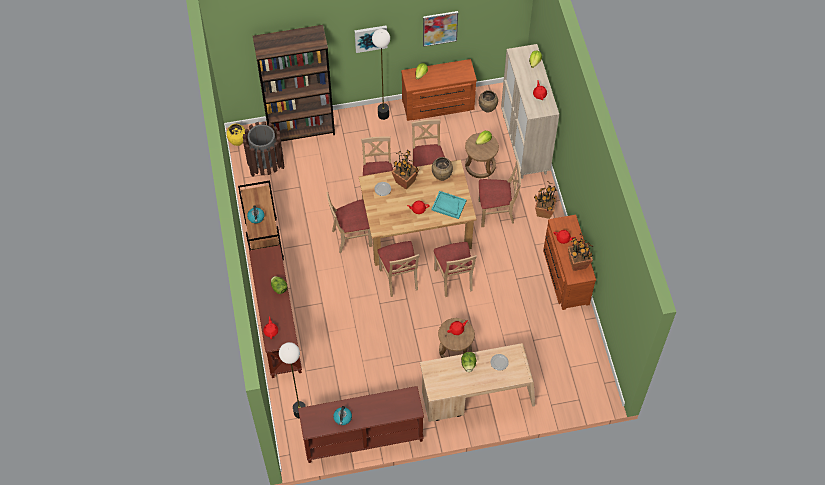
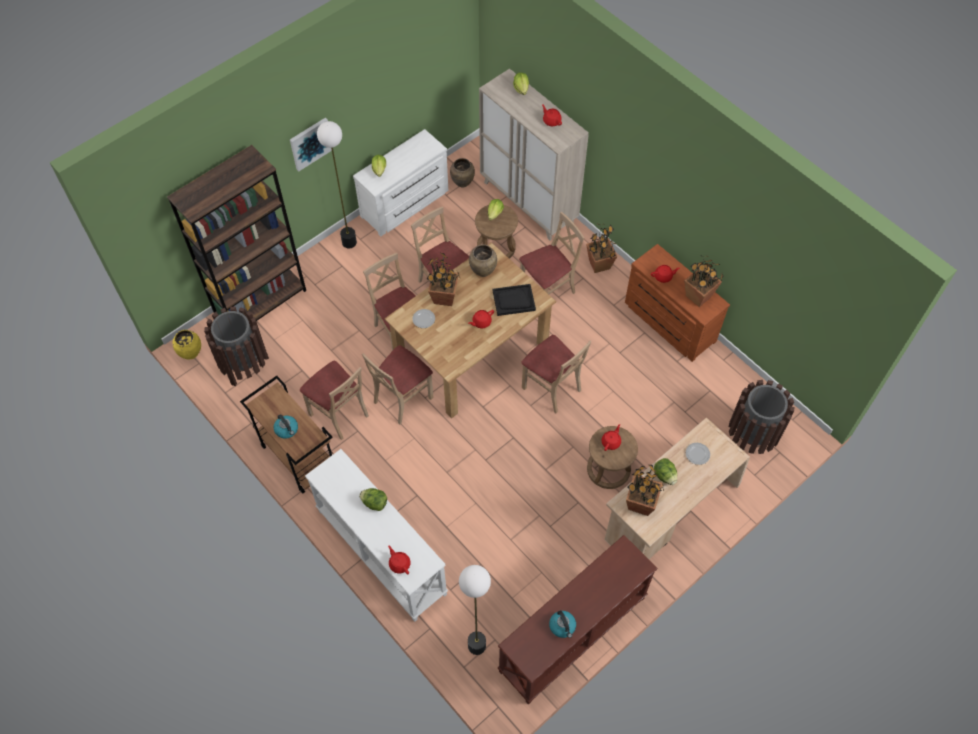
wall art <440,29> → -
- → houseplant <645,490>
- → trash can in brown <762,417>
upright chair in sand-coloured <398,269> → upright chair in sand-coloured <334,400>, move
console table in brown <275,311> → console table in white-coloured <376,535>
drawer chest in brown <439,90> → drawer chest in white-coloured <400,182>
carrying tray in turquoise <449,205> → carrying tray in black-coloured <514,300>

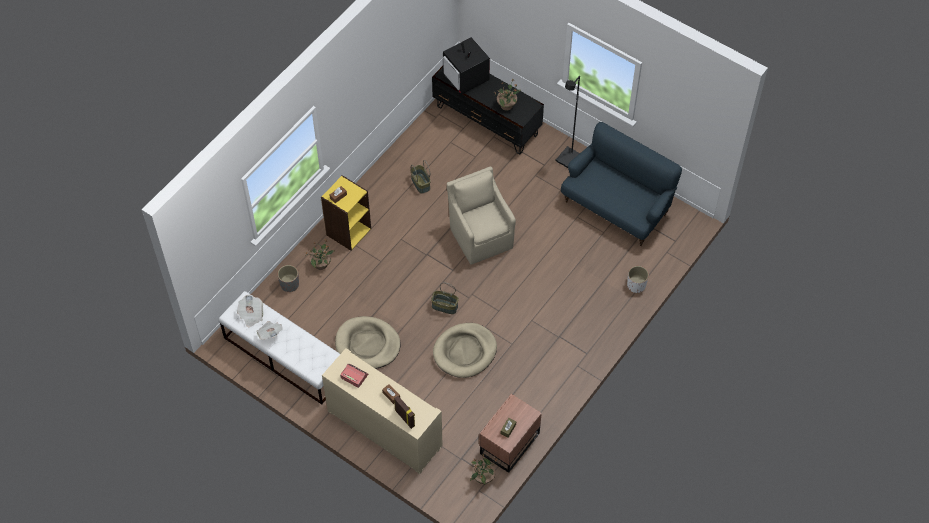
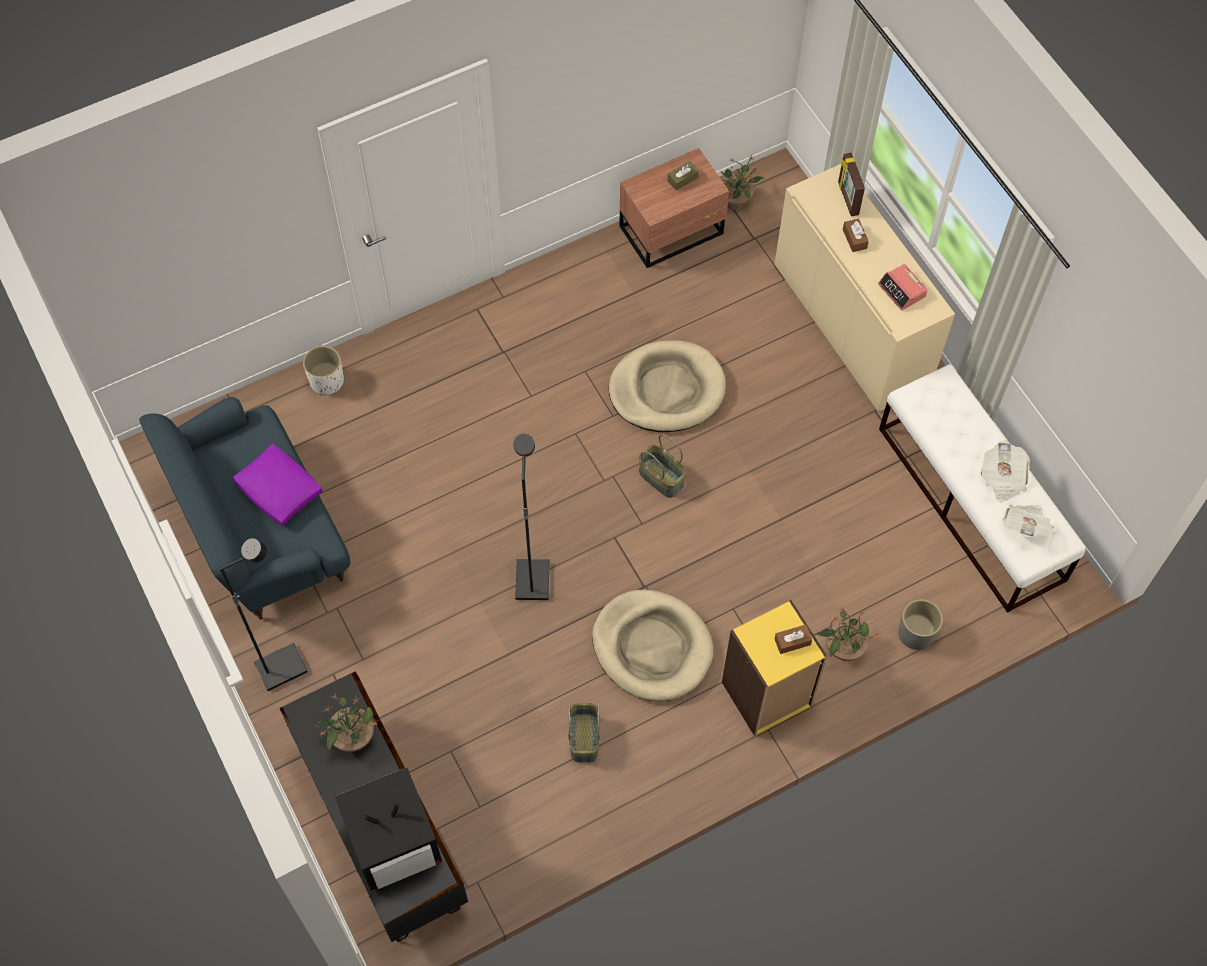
- → pillow in purple <277,485>
dog bed in sand-coloured <368,342> → dog bed in sand-coloured <652,645>, move
easy chair in sand-coloured <481,215> → standard lamp in black-coloured <531,517>
TV set <466,66> → TV set <388,829>, 75 degrees clockwise

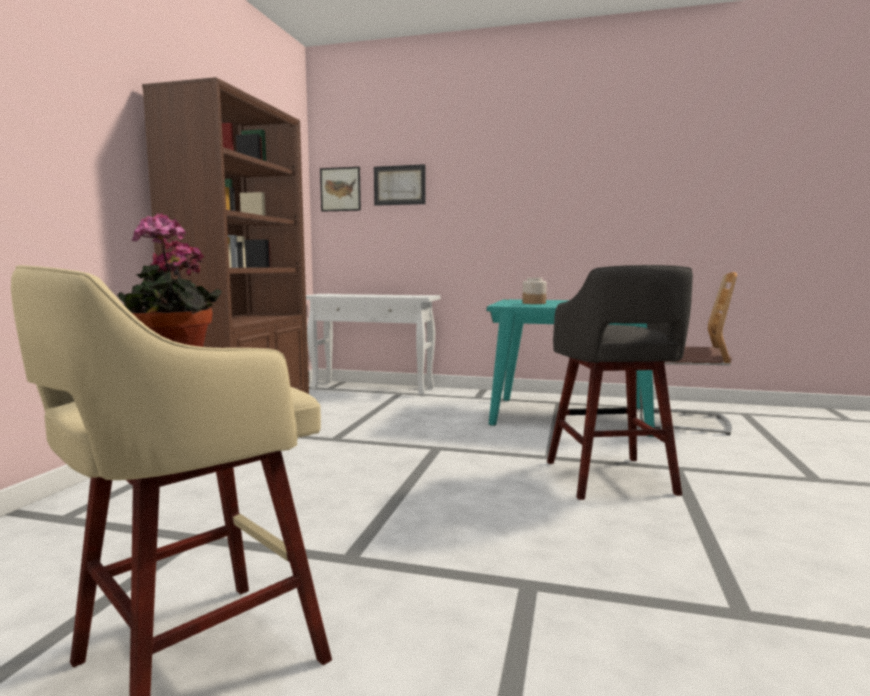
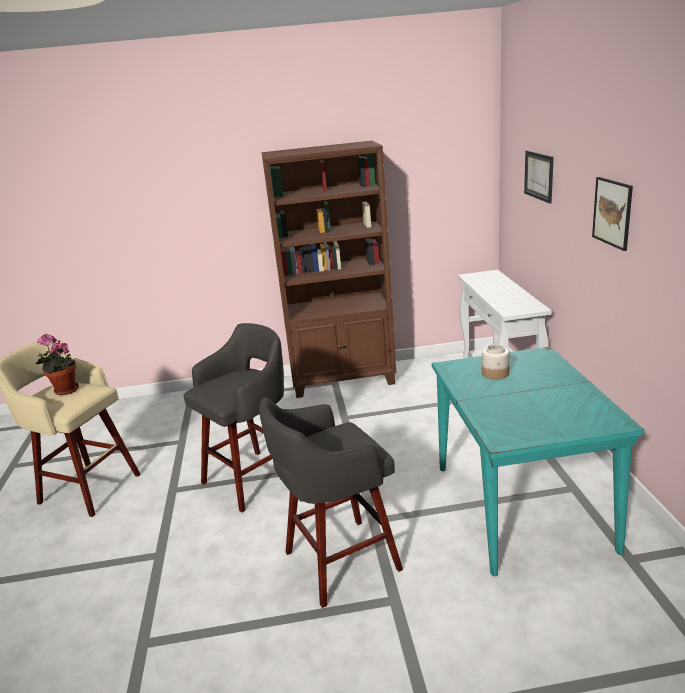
upright chair <688,353> → -
- → stool seat in greyish <233,418>
wall art <340,189> → wall art <612,214>, move

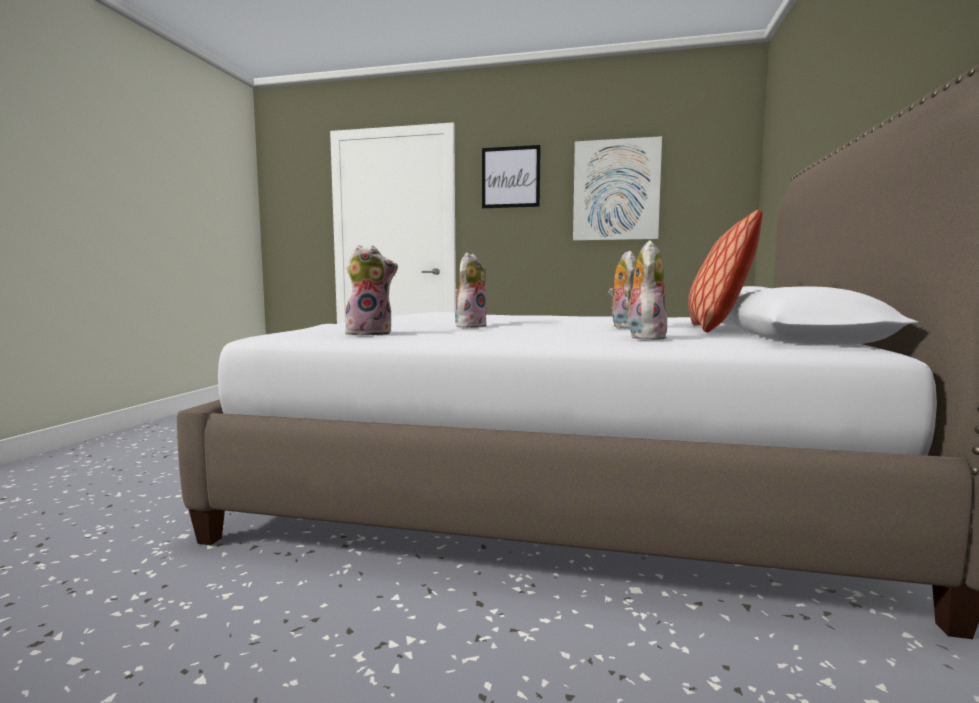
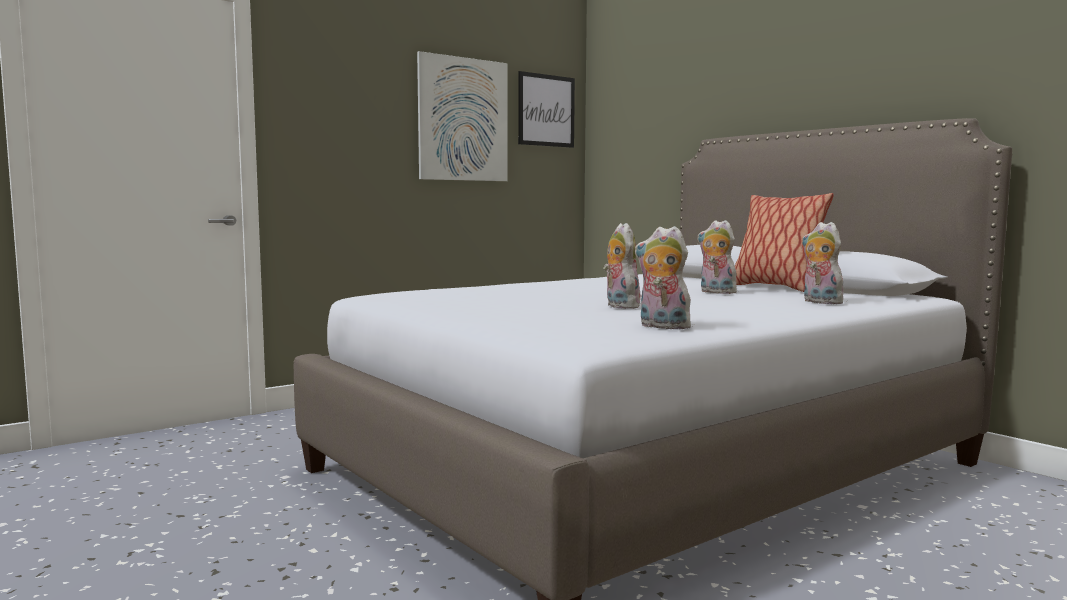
wall art <511,176> → wall art <546,109>, move
plush toy <370,290> → plush toy <665,277>, 90 degrees counterclockwise

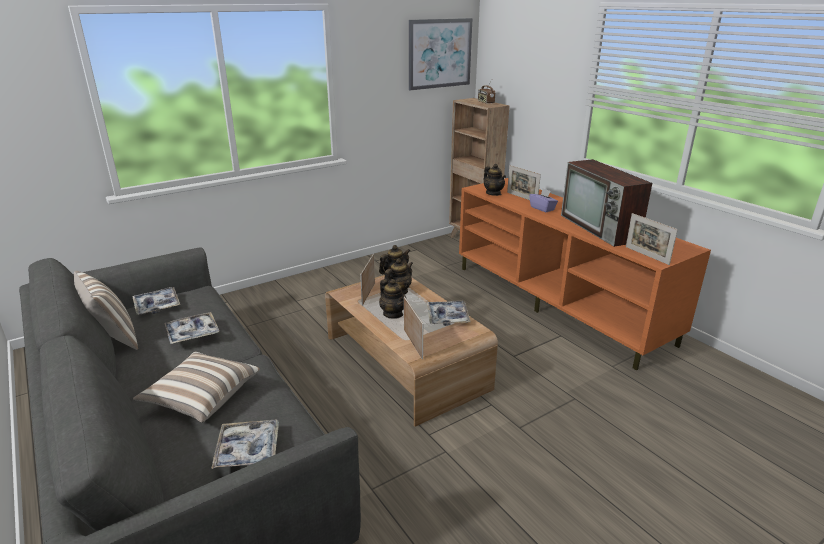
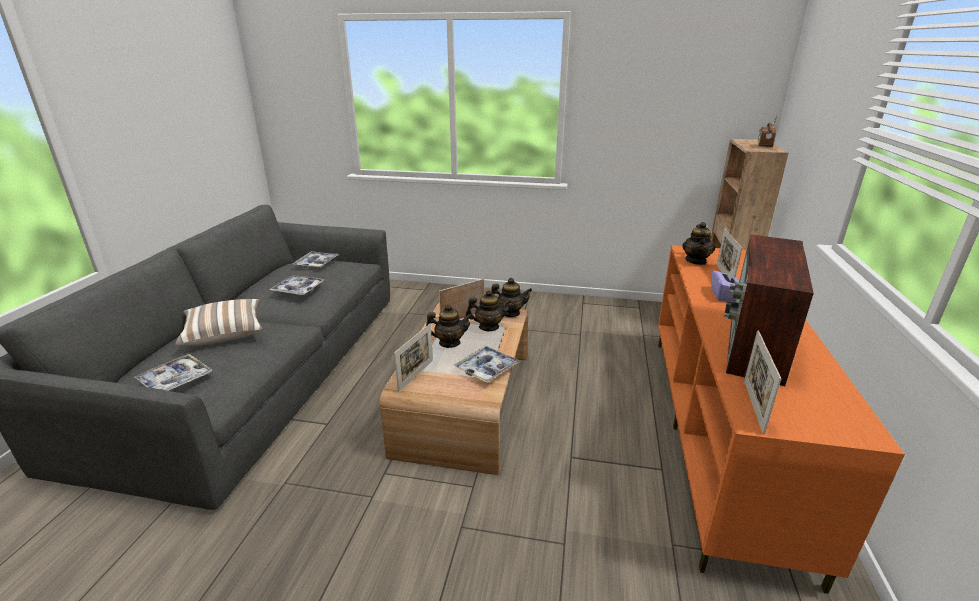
pillow <106,310> → -
wall art <440,54> → -
teapot <392,299> → teapot <449,326>, 105 degrees counterclockwise

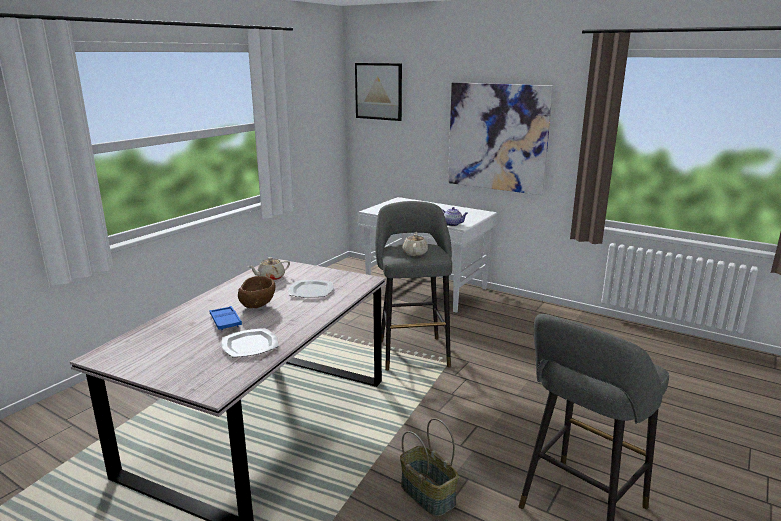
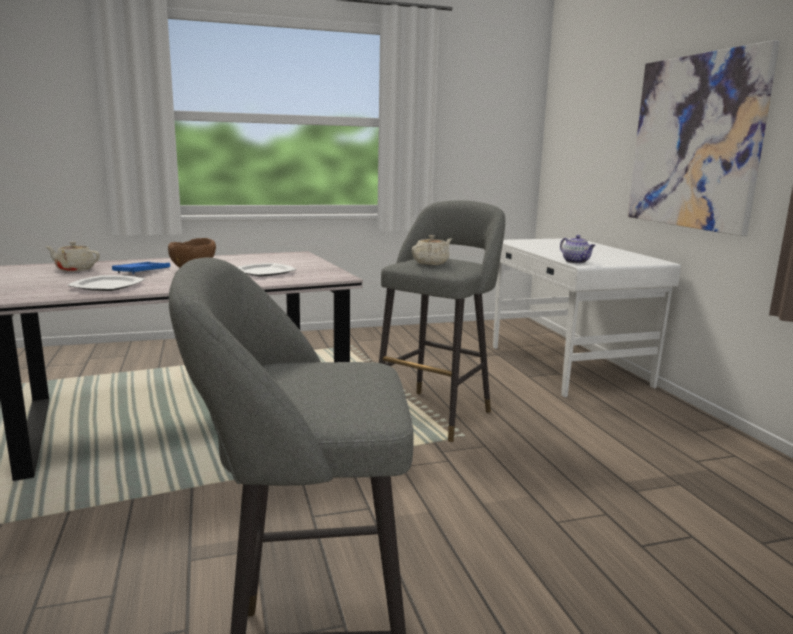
wall art <378,92> → -
basket <429,467> → -
teapot in sand-coloured <269,269> → teapot in sand-coloured <72,257>, move

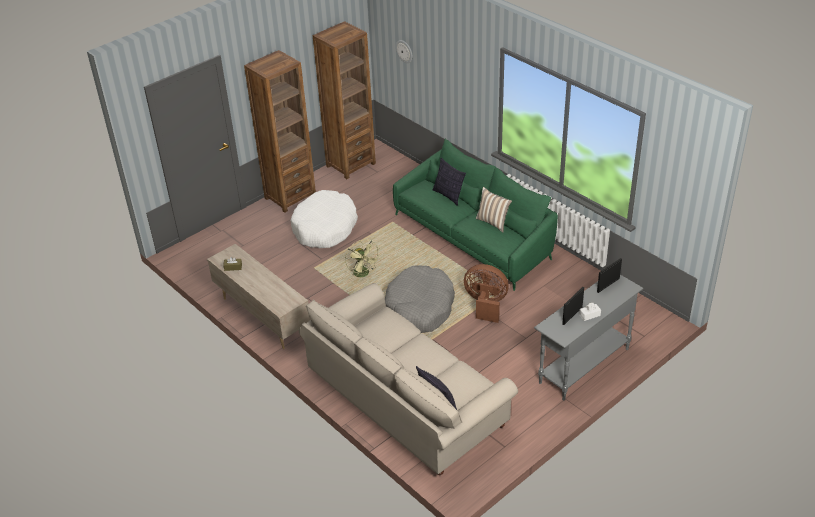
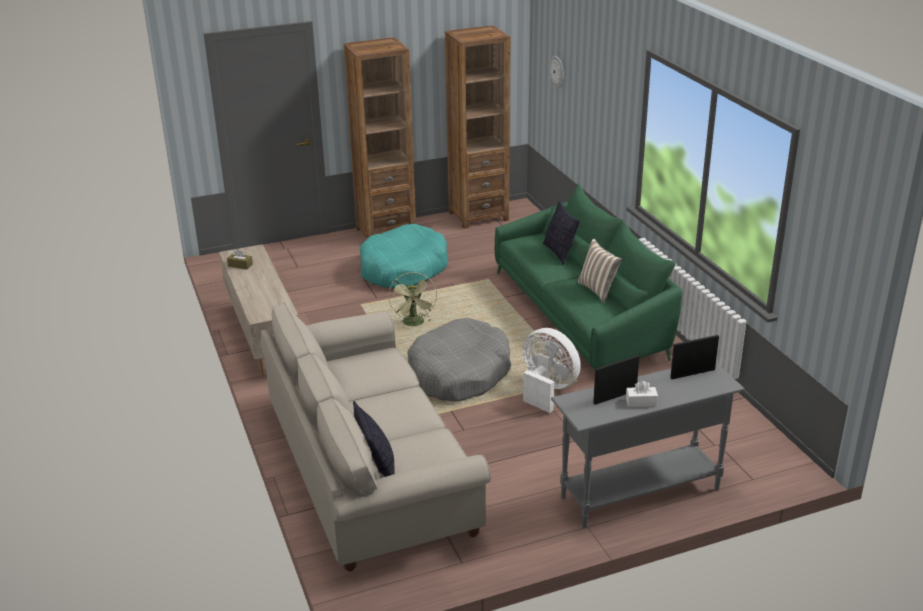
dog bed in white-coloured <324,219> → dog bed in turquoise <404,256>
cooling fan in brown <486,293> → cooling fan in white-coloured <552,370>

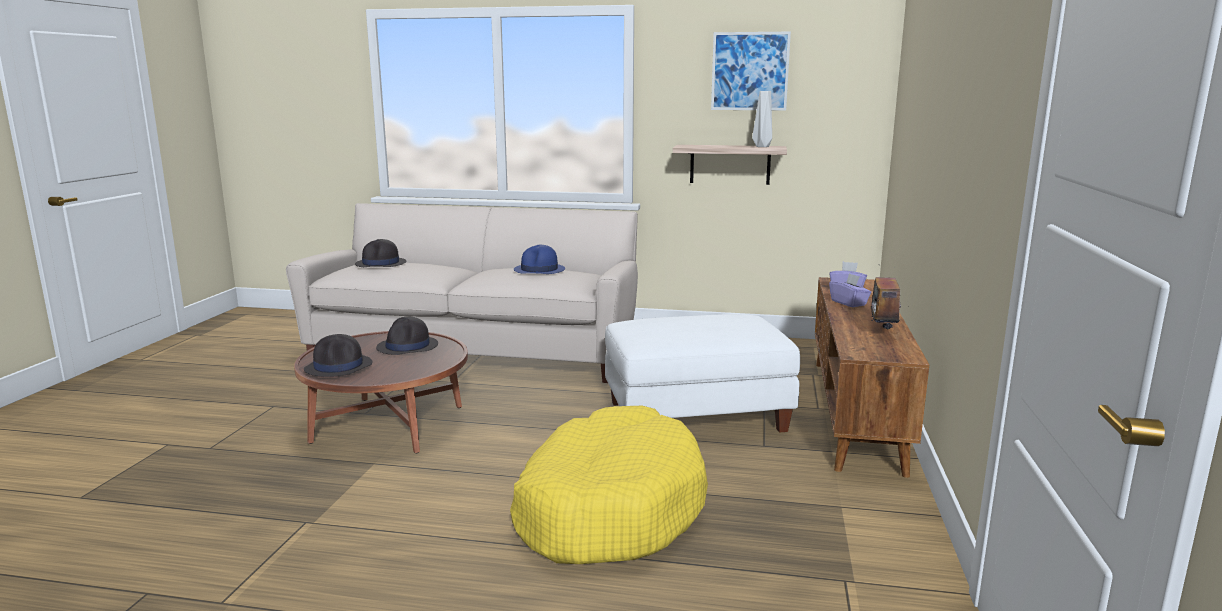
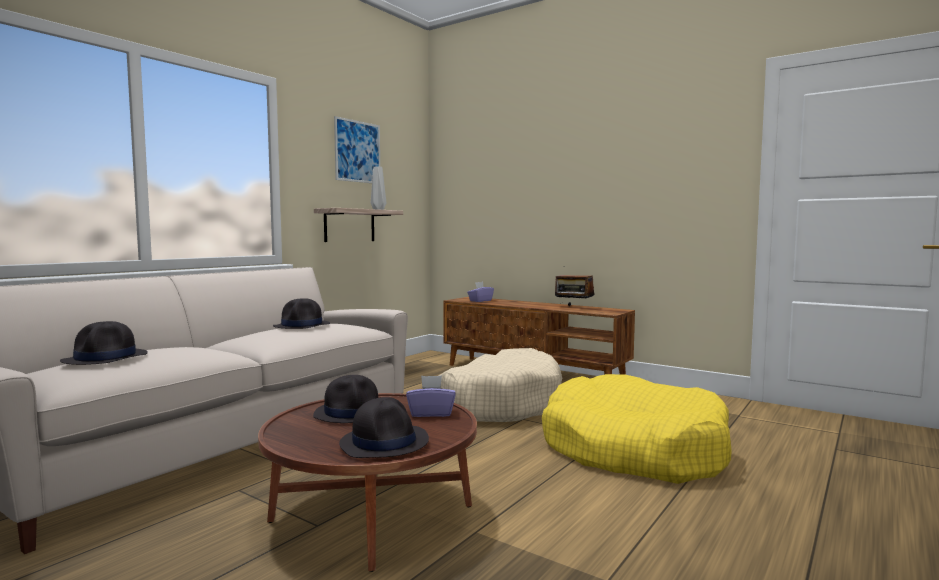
box of tissues in purple <850,290> → box of tissues in purple <431,396>, move
ottoman in white-coloured <702,373> → dog bed in sand-coloured <500,385>
clothing hat in bluish <539,259> → clothing hat in black-coloured <301,313>

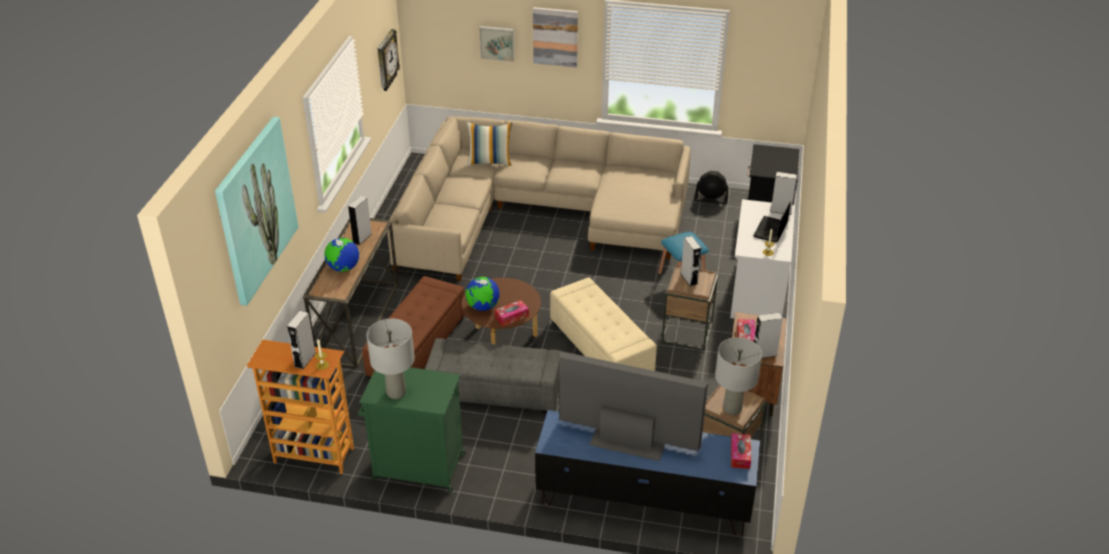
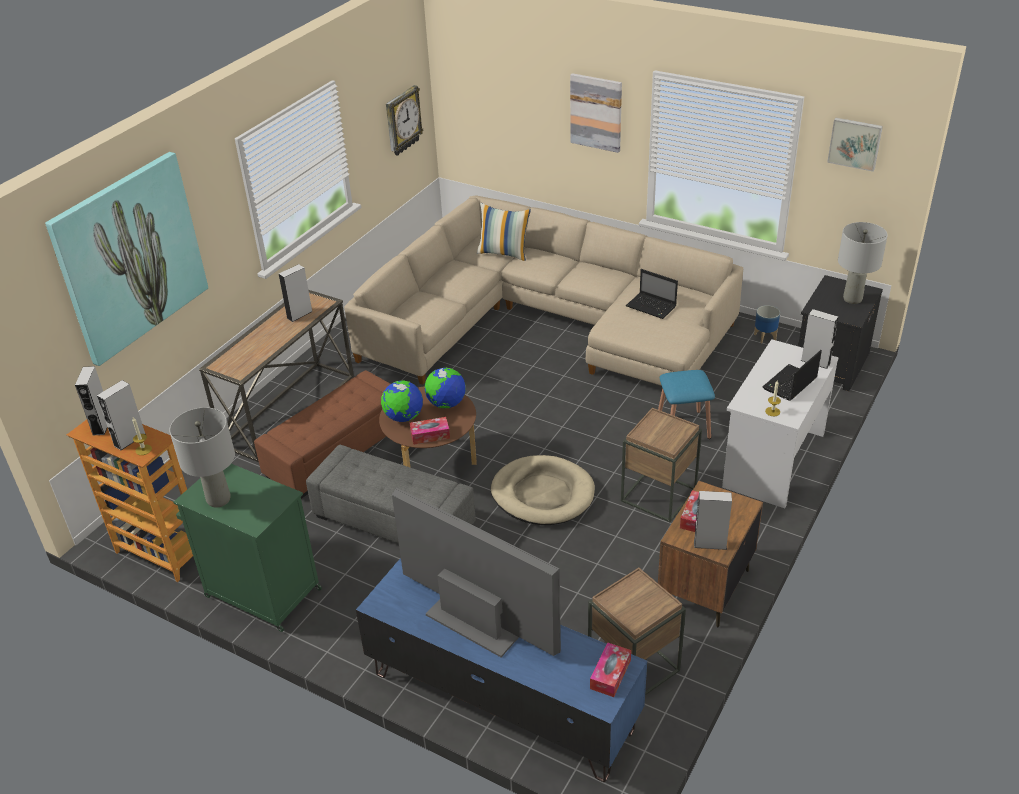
- → notebook computer <652,294>
globe <341,255> → globe <445,388>, move
wall art <496,44> → wall art <855,145>, move
loudspeaker in greyish <691,261> → loudspeaker in greyish <91,401>, move
table lamp in greyish <738,376> → table lamp in greyish <863,263>, move
ottoman in sand-coloured <603,324> → dog bed in sand-coloured <543,490>
cooling fan in black-coloured <711,187> → plant pot <767,324>

